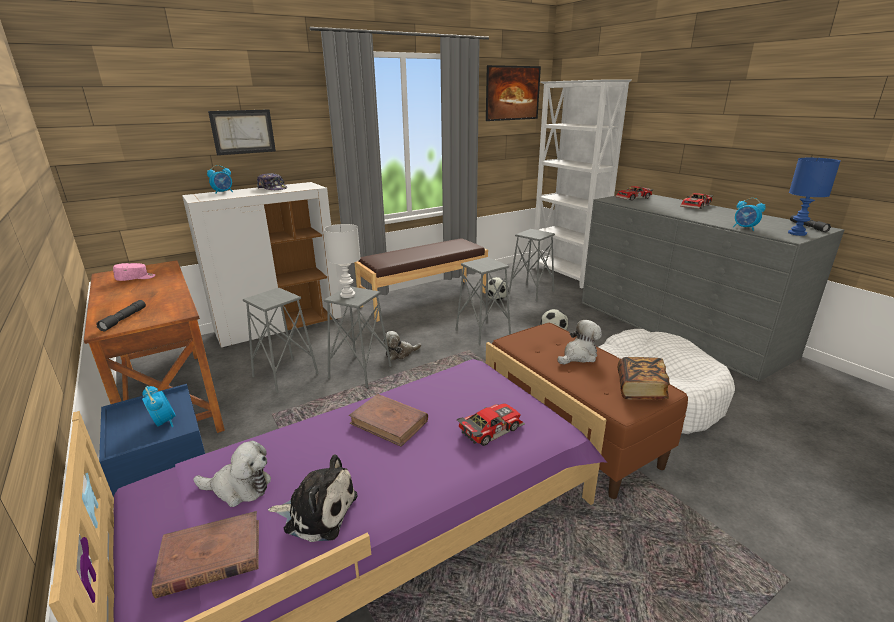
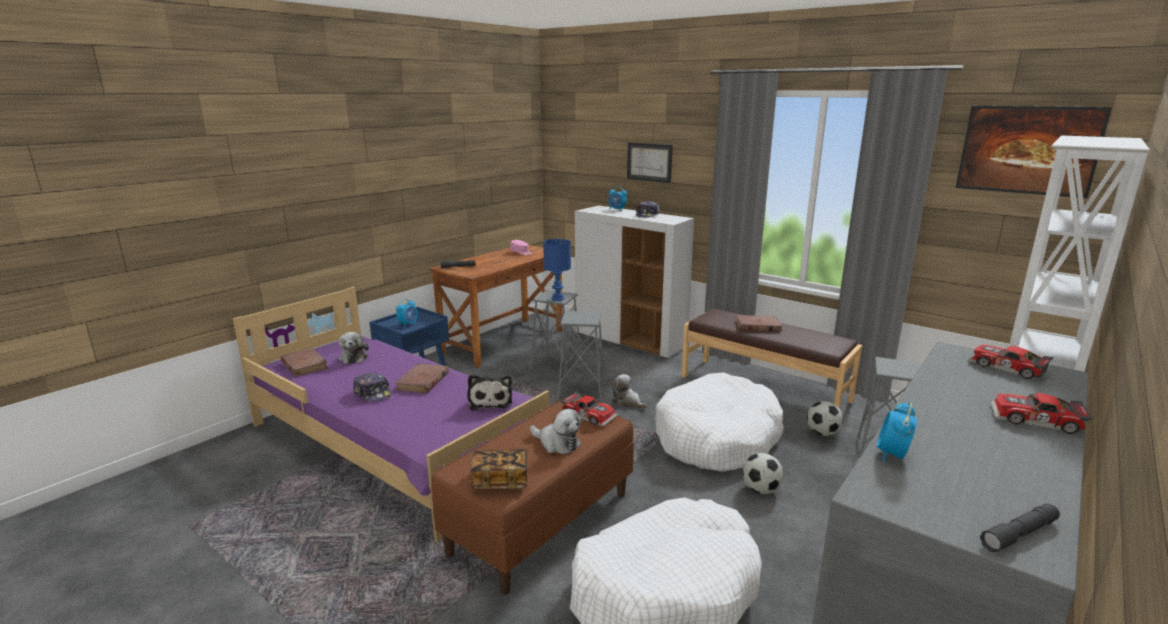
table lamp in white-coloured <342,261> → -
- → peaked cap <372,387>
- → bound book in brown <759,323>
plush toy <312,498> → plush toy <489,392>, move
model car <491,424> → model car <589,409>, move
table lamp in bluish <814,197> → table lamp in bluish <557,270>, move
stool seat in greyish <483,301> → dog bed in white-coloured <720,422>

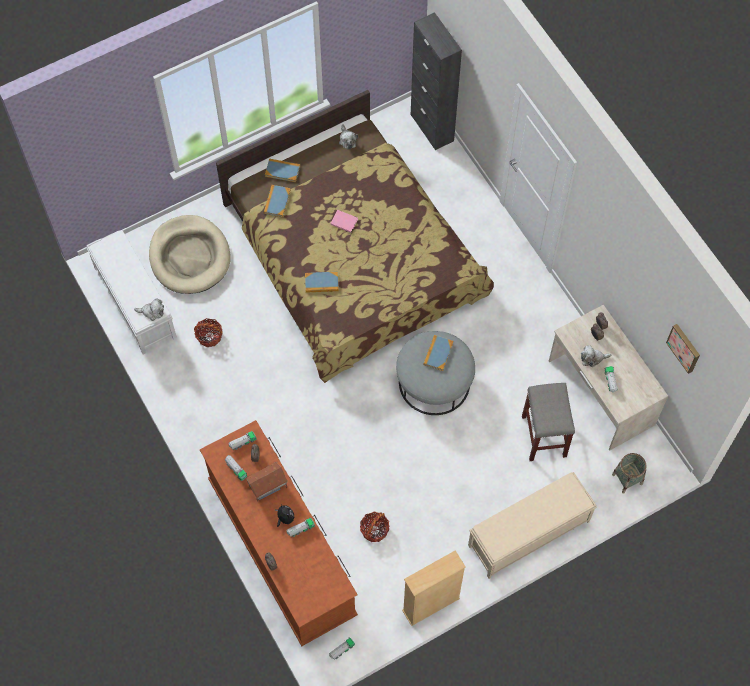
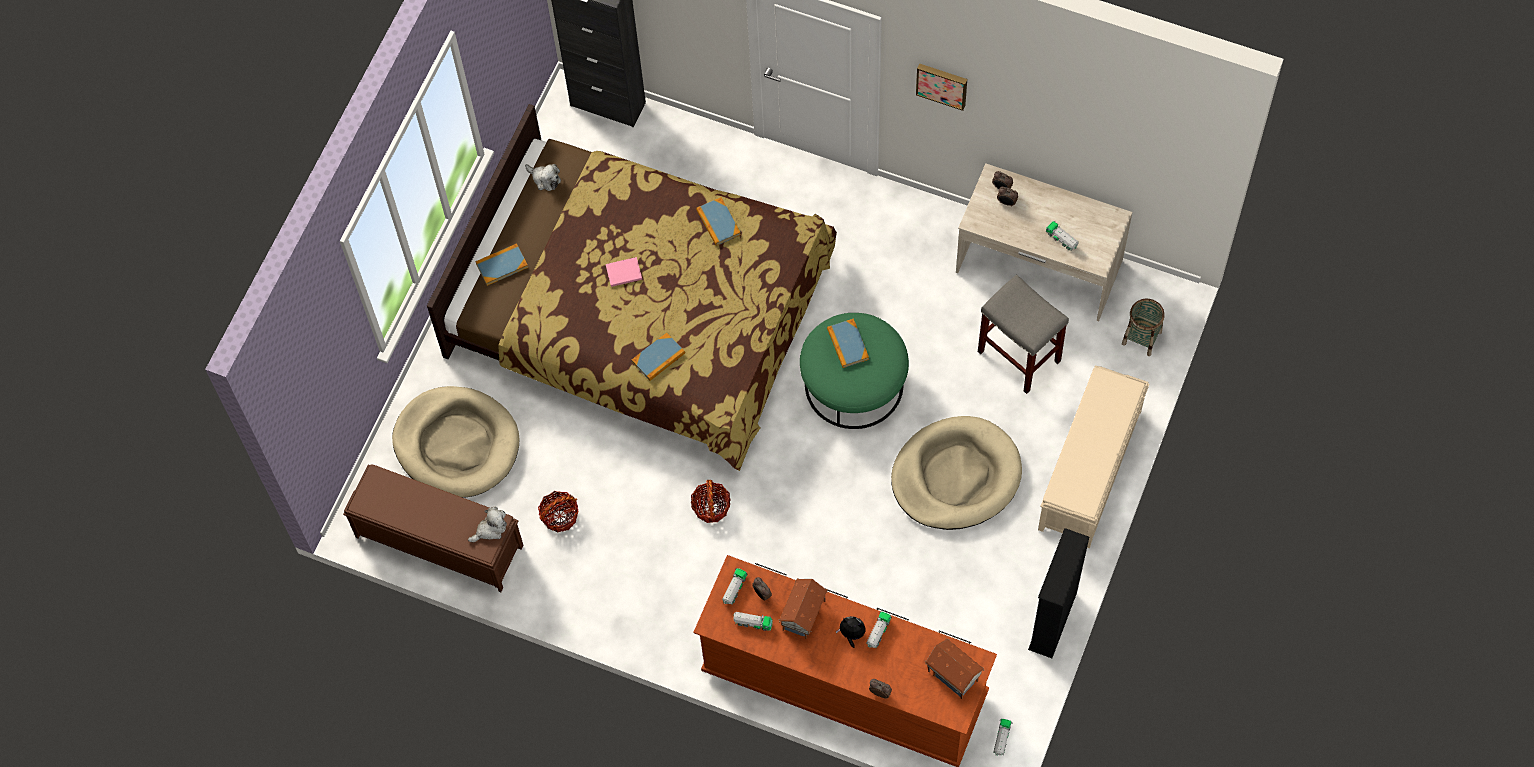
plush toy <596,356> → -
- → dog bed in sand-coloured <956,473>
- → toy house <954,668>
bound book <277,201> → bound book <718,221>, move
basket <374,526> → basket <711,501>, move
wall art <683,349> → wall art <941,87>, move
long seat in white-coloured <131,292> → long seat in brown <433,528>
ottoman in greyish <435,373> → ottoman in greenish <854,371>
shelving unit in sand-coloured <433,588> → shelving unit in black-coloured <1059,593>

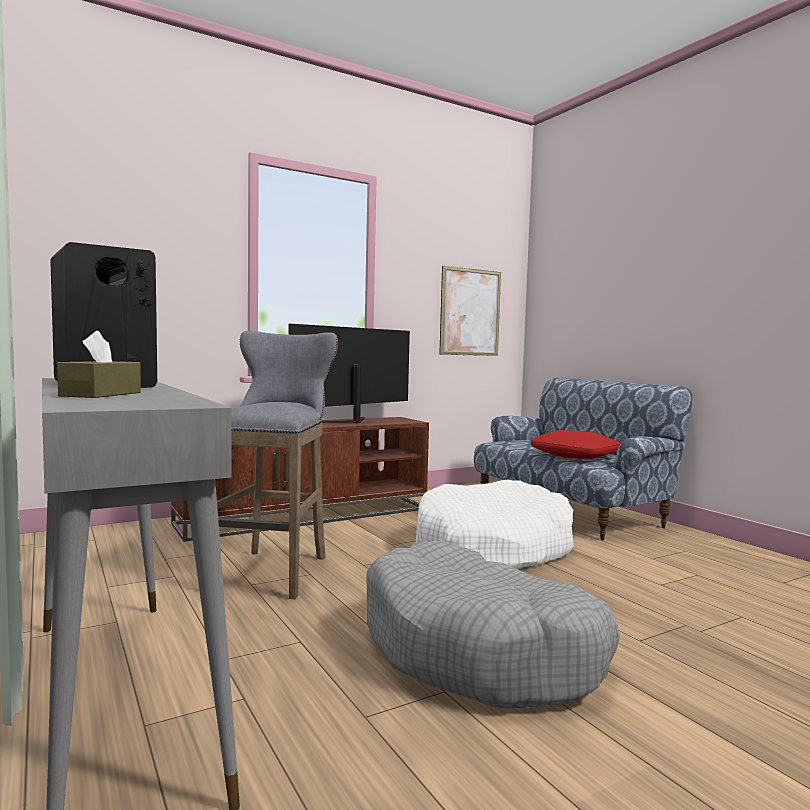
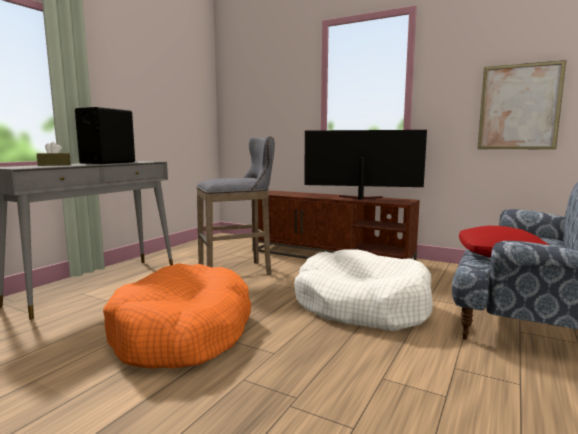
dog bed in greyish <493,624> → dog bed in orange <177,316>

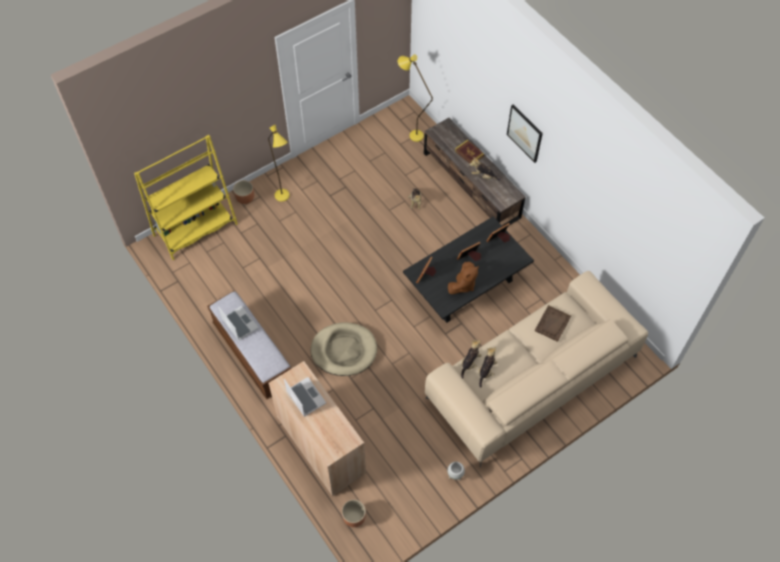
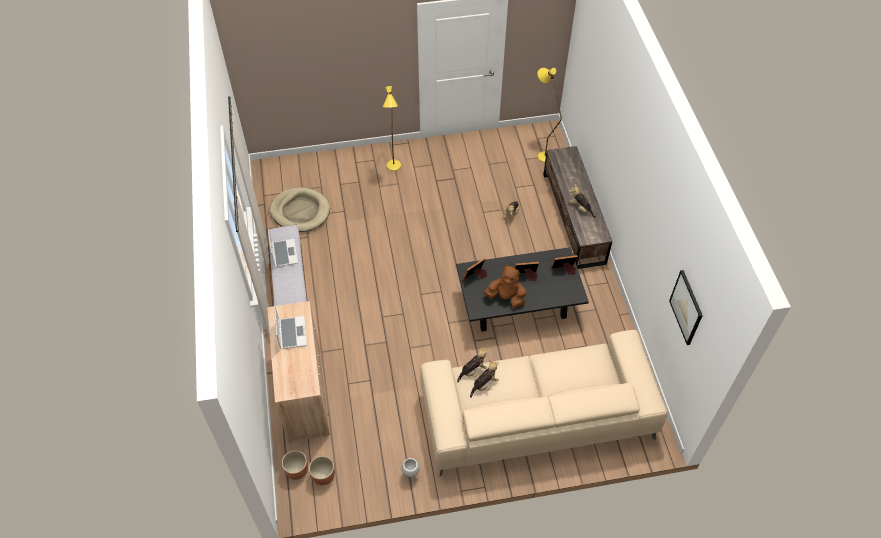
shelving unit in yellow <186,197> → -
bound book <469,152> → -
carrying tray in brown <553,323> → -
plant pot in brown <243,192> → plant pot in brown <322,470>, move
dog bed in sand-coloured <344,349> → dog bed in sand-coloured <300,209>, move
wall art <525,133> → wall art <686,307>, move
plush toy in brown <463,278> → plush toy in brown <505,286>, 135 degrees counterclockwise

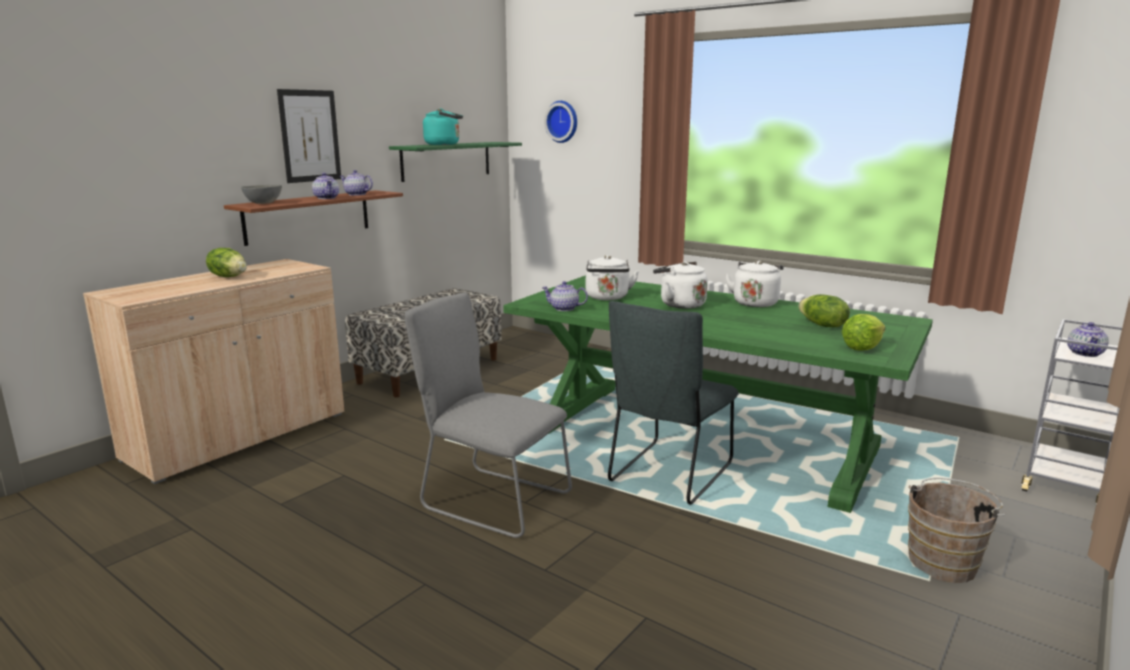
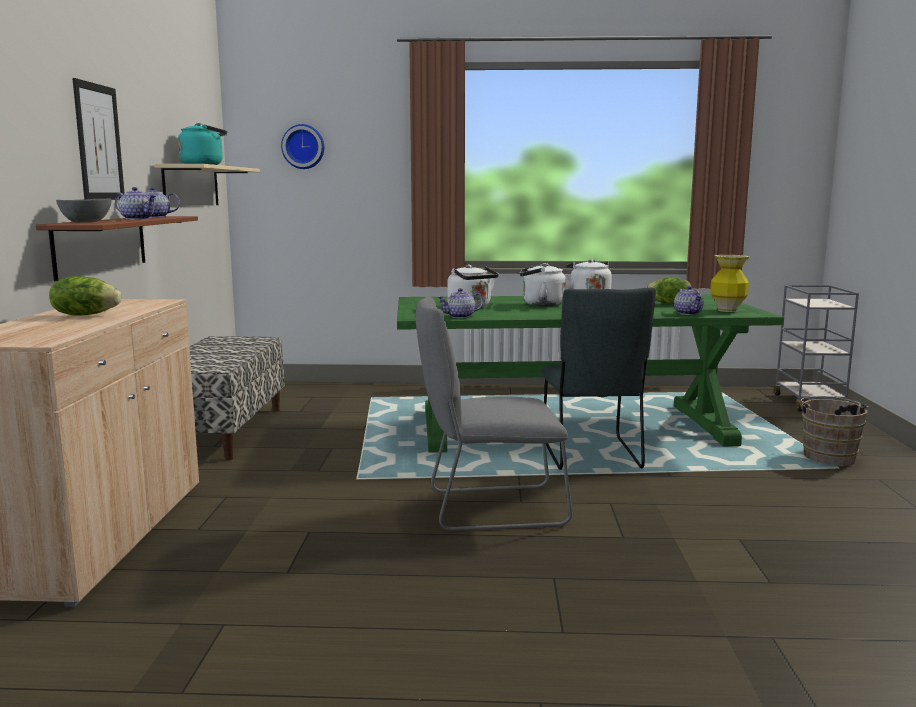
teapot <1088,339> → teapot <689,300>, move
lettuce <863,332> → decorative vase <729,283>
shelf in greenish <455,162> → shelf in sand-coloured <207,184>

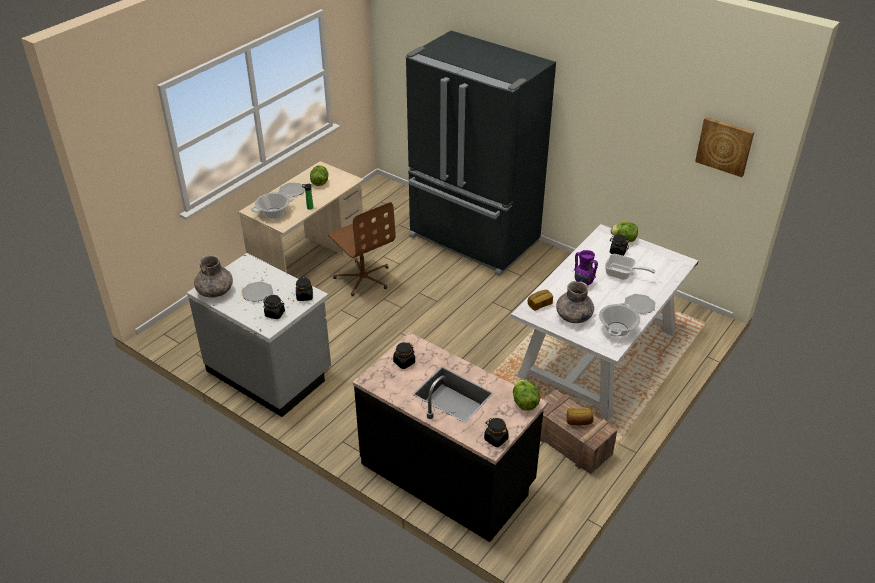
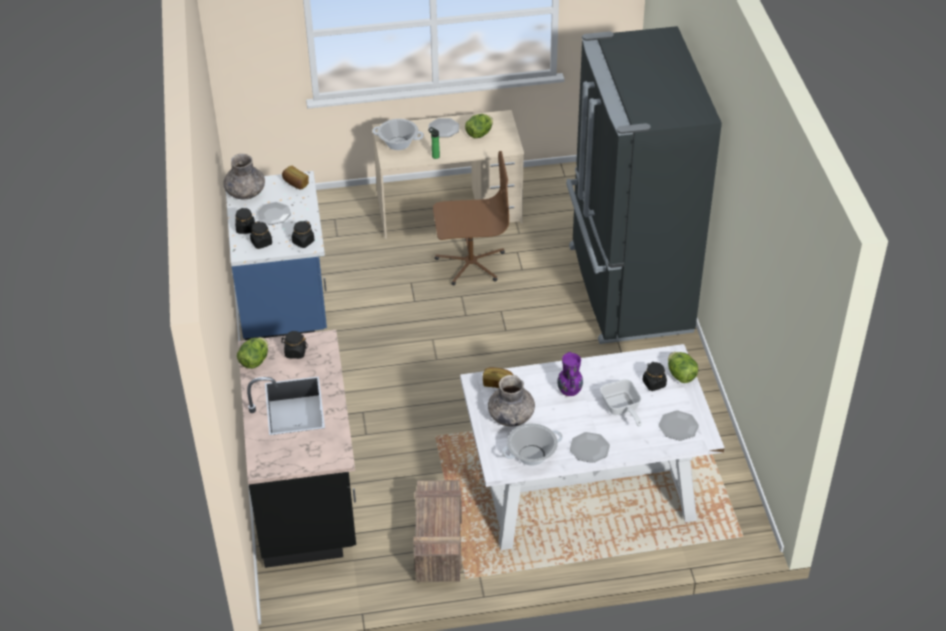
wall art <724,147> → -
- → dinner plate <679,425>
storage jar in black-coloured <496,432> → storage jar in black-coloured <245,221>, move
lettuce <526,395> → lettuce <252,353>, move
bakery bread <579,416> → bakery bread <295,178>, move
kitchen base unit in greyish <259,335> → kitchen base unit in bluish <276,255>
desk chair in brown <362,249> → desk chair in brown <471,218>, 105 degrees counterclockwise

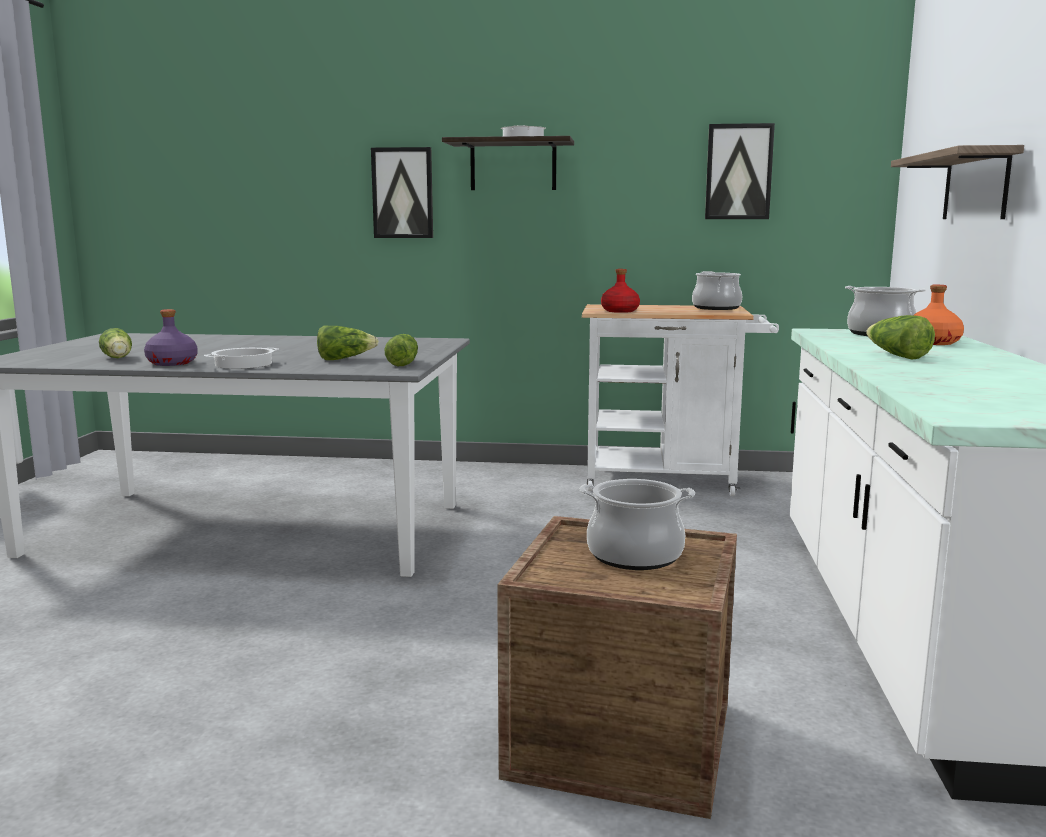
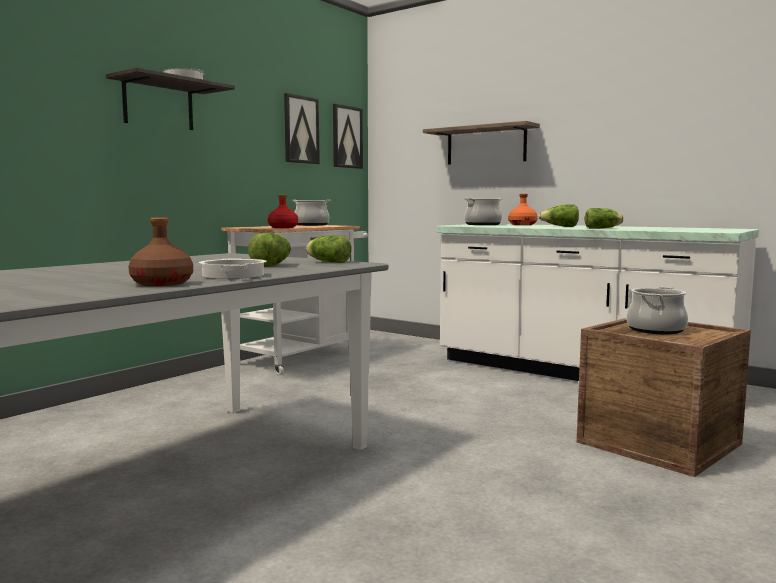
lettuce <115,343> → lettuce <604,218>, move
wall art <402,192> → wall art <348,136>, move
bottle in purple <171,337> → bottle in brown <160,251>

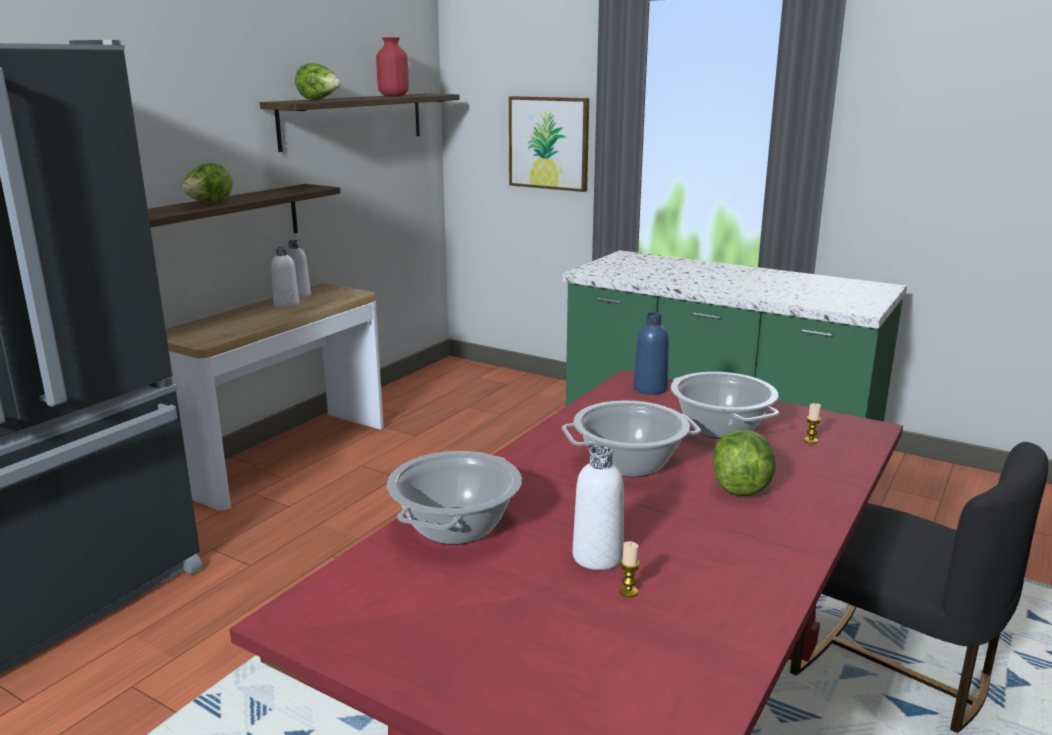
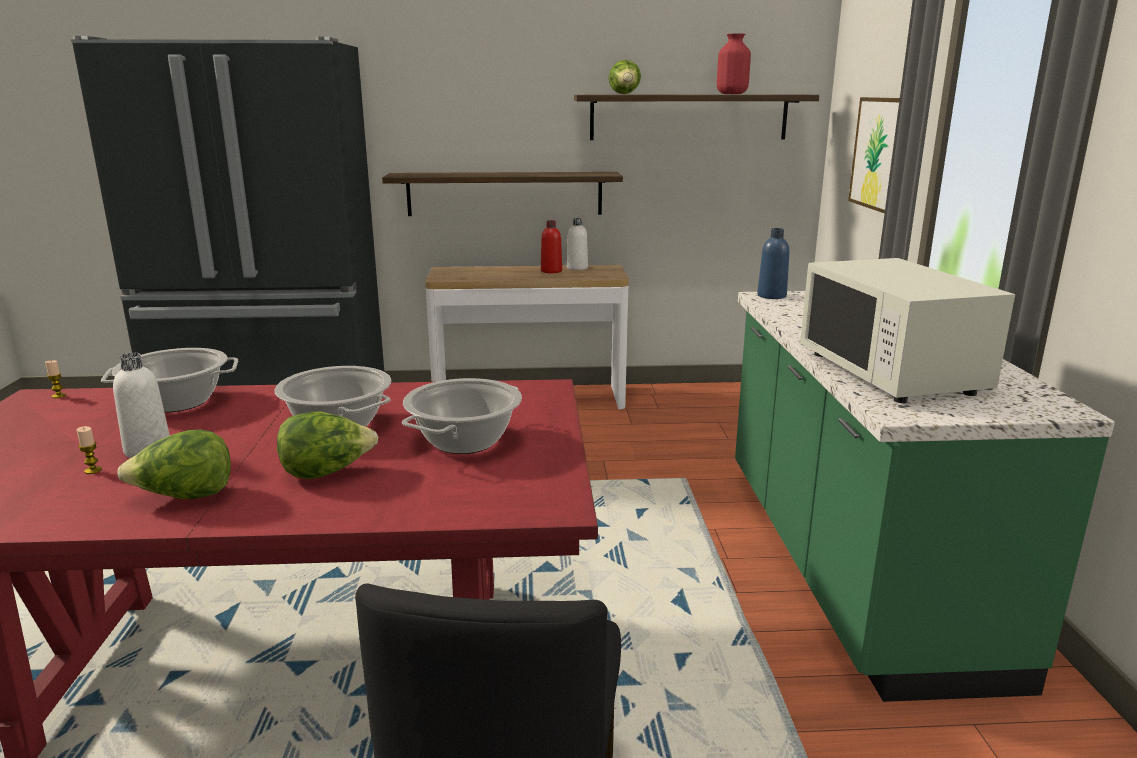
- → microwave oven in white-coloured <907,330>
lettuce <207,183> → lettuce <174,464>, move
bottle in bluish <651,353> → bottle in bluish <773,263>, move
wax candle <812,423> → wax candle <55,379>, move
bottle in white-coloured <285,277> → bottle in red <551,246>

